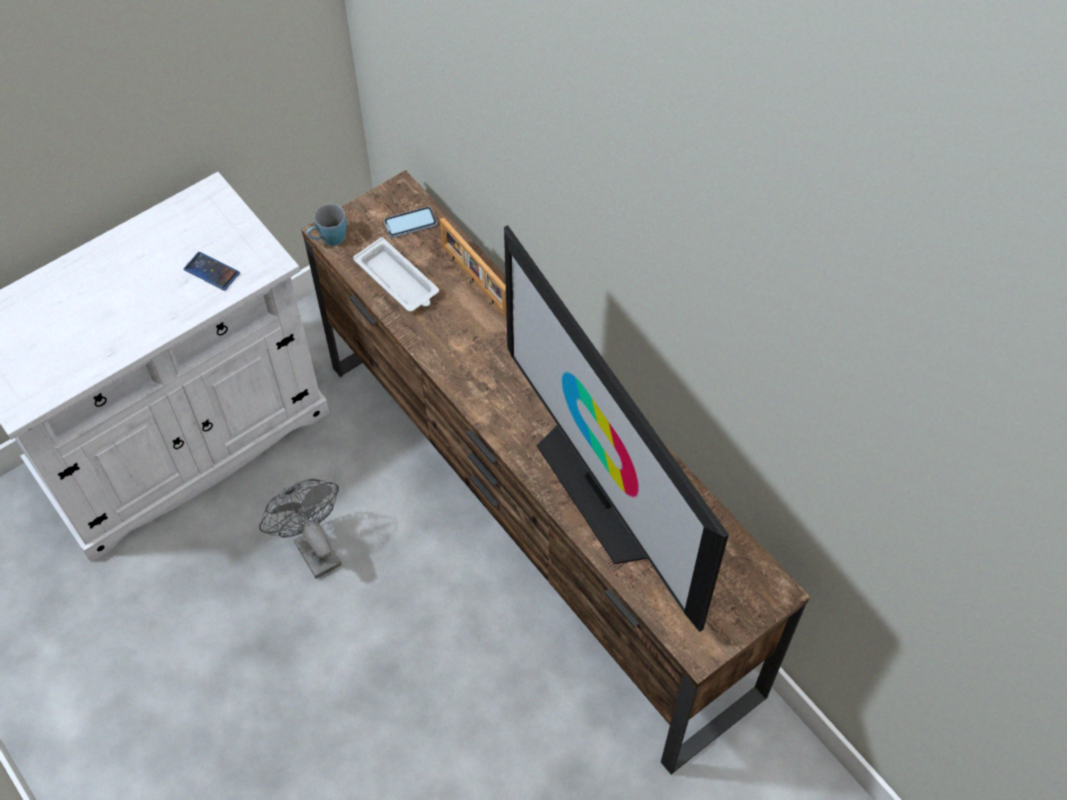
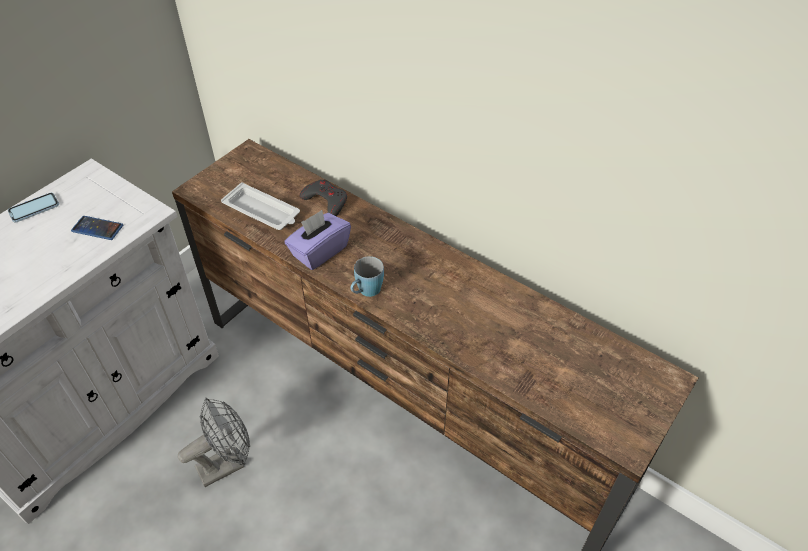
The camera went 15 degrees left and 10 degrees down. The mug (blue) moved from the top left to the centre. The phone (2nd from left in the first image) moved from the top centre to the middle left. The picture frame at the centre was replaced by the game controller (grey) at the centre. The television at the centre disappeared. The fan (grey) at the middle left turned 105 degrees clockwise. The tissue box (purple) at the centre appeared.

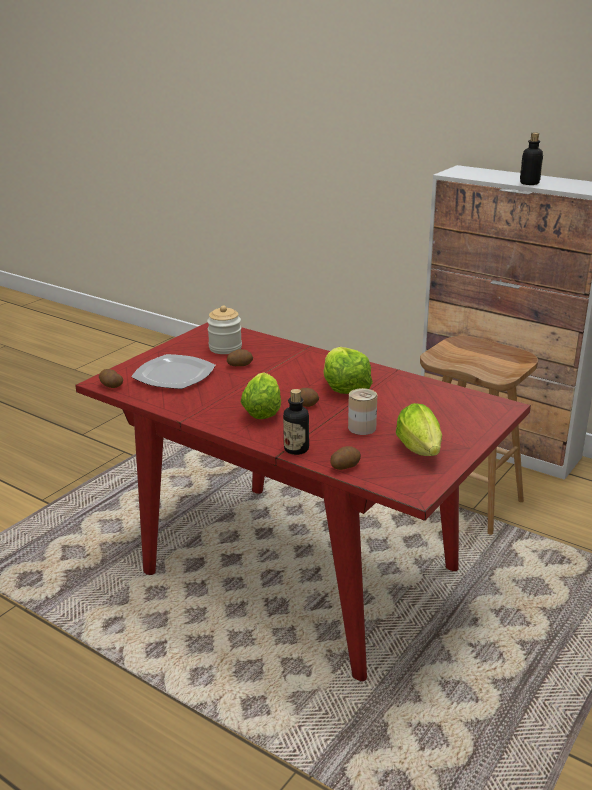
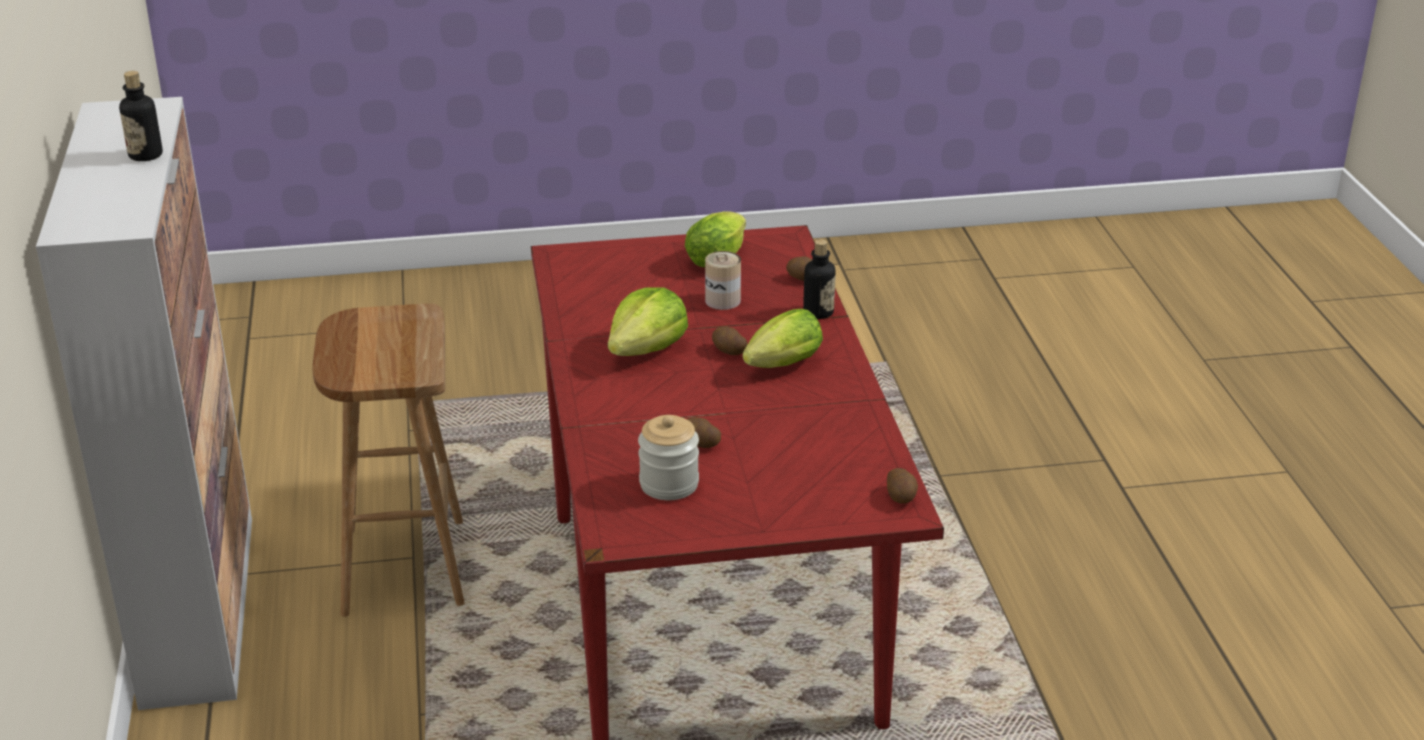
The camera went 135 degrees left and 5 degrees up. The plate at the middle left disappeared.

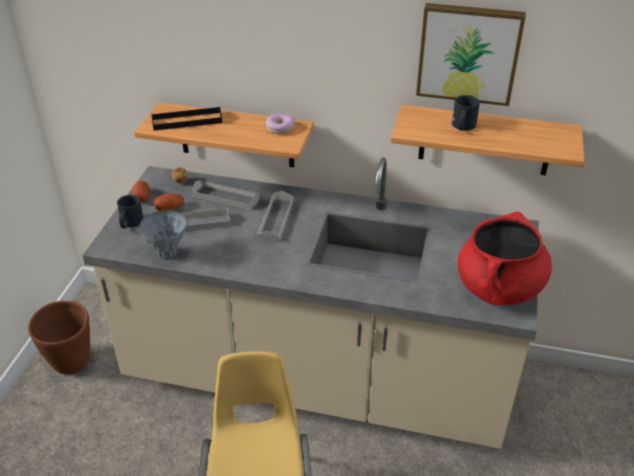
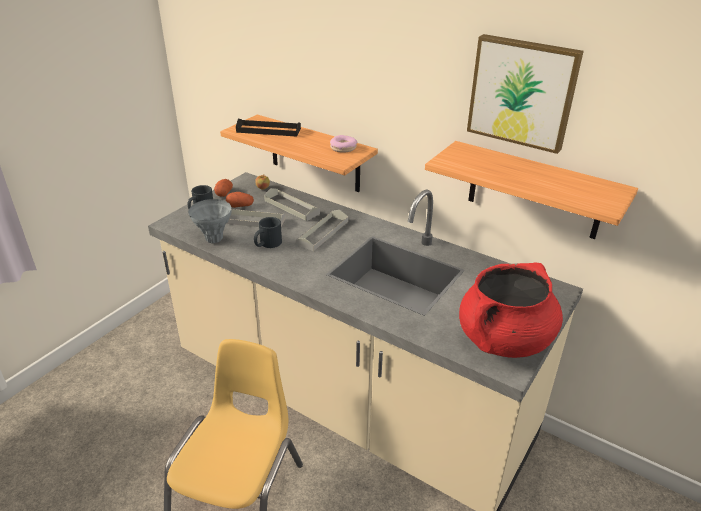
The camera went 20 degrees right and 5 degrees down. The mug (black) (2nd from left) moved from the top right to the centre. The planter (brown) at the bottom left disappeared.

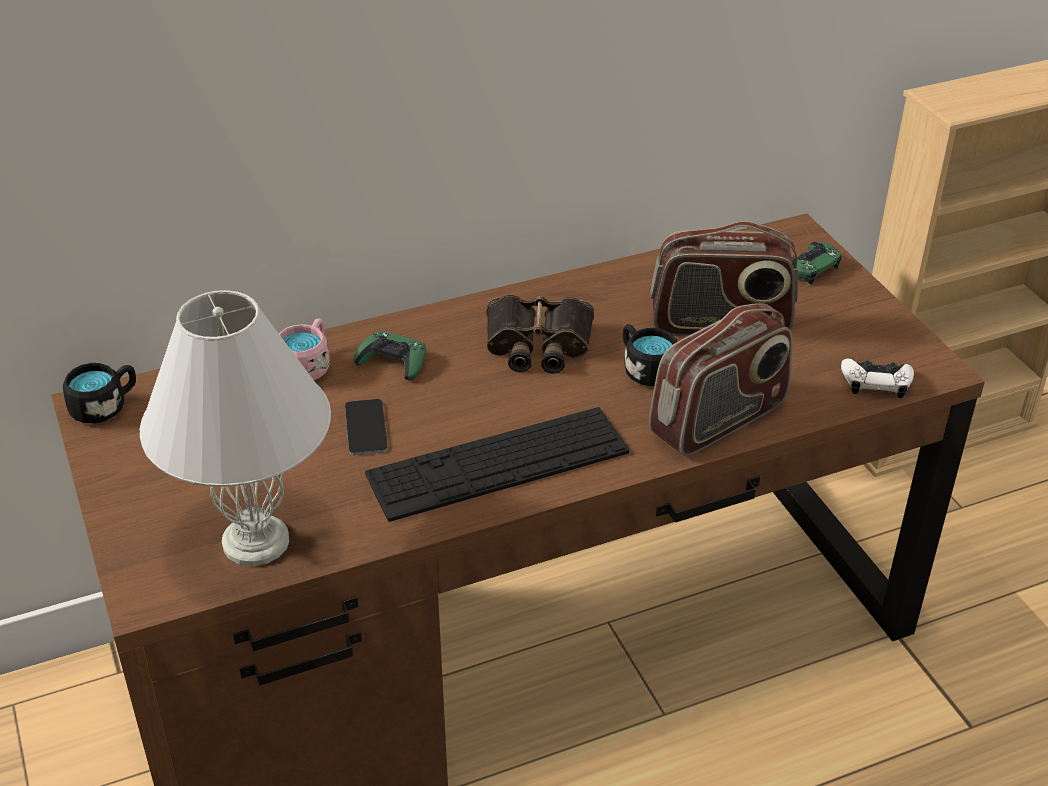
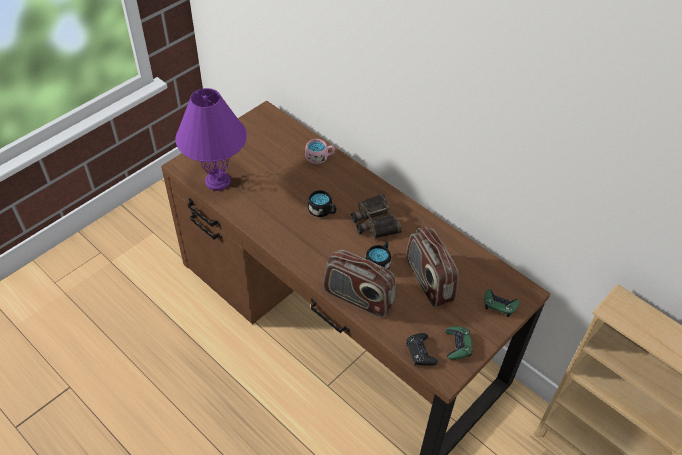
The camera went 65 degrees right and 10 degrees up. The table lamp (white) at the middle left became the table lamp (purple) at the top left. The game controller (green) (1st from left) moved from the centre to the bottom right. The game controller (white) at the middle right became the game controller (black) at the bottom centre. The mug (black) (1st from left) moved from the middle left to the centre. The phone at the centre disappeared. The keyboard at the centre disappeared.

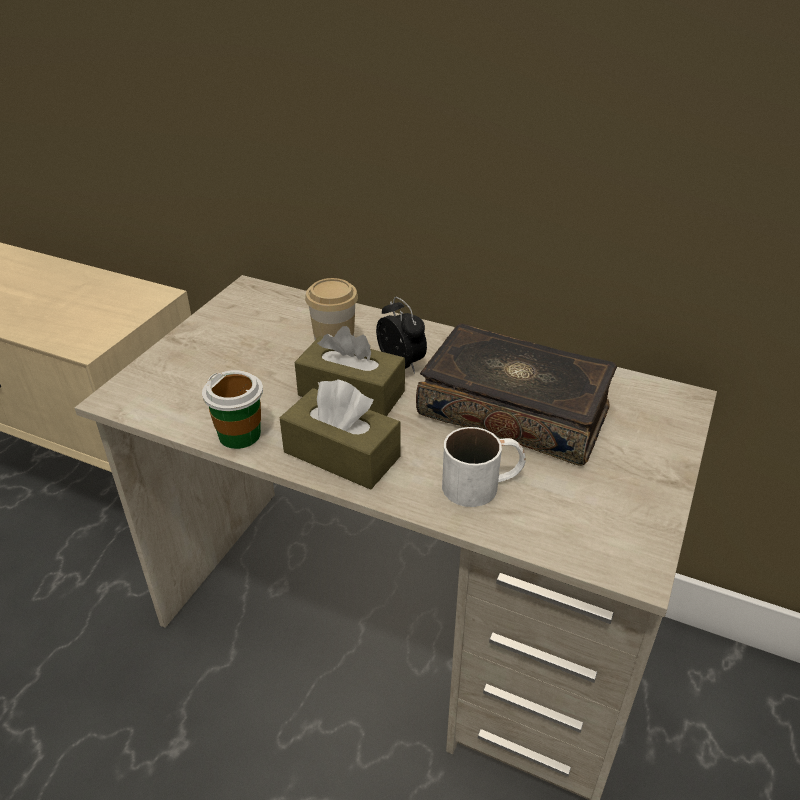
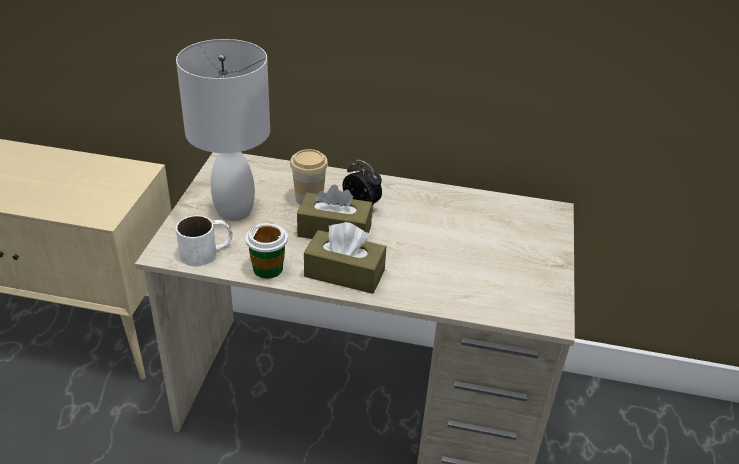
The camera went 15 degrees left and 0 degrees up. The book at the centre disappeared. The mug (white) moved from the centre to the middle left. The table lamp (white) at the top left appeared.

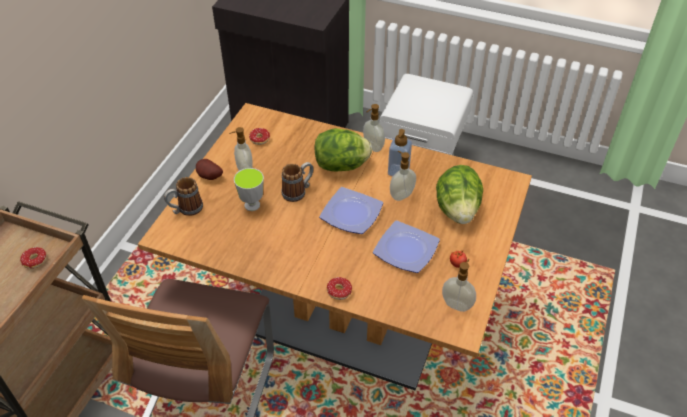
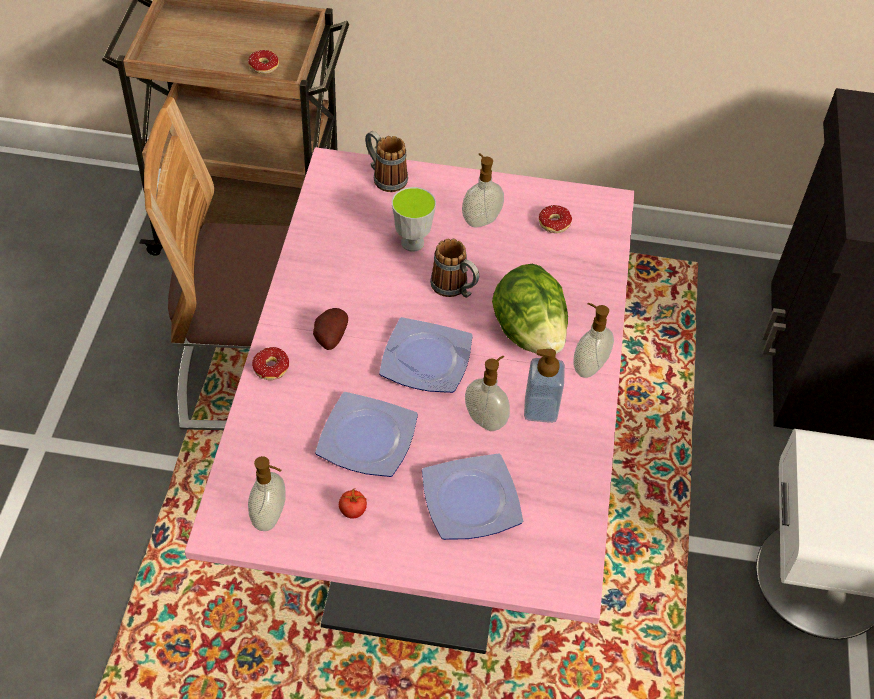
The camera went 75 degrees right and 5 degrees up. The dining table (brown) at the centre became the dining table (pink) at the centre. The potato moved from the middle left to the centre. The lettuce (2nd from left) at the middle right was replaced by the plate (3rd from left) at the bottom centre.

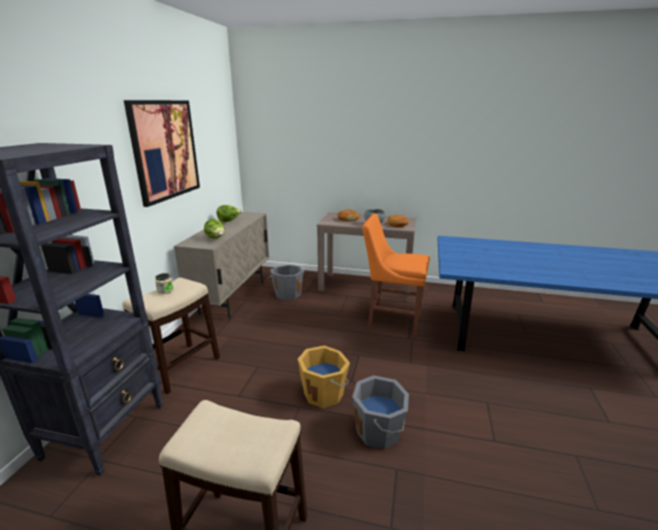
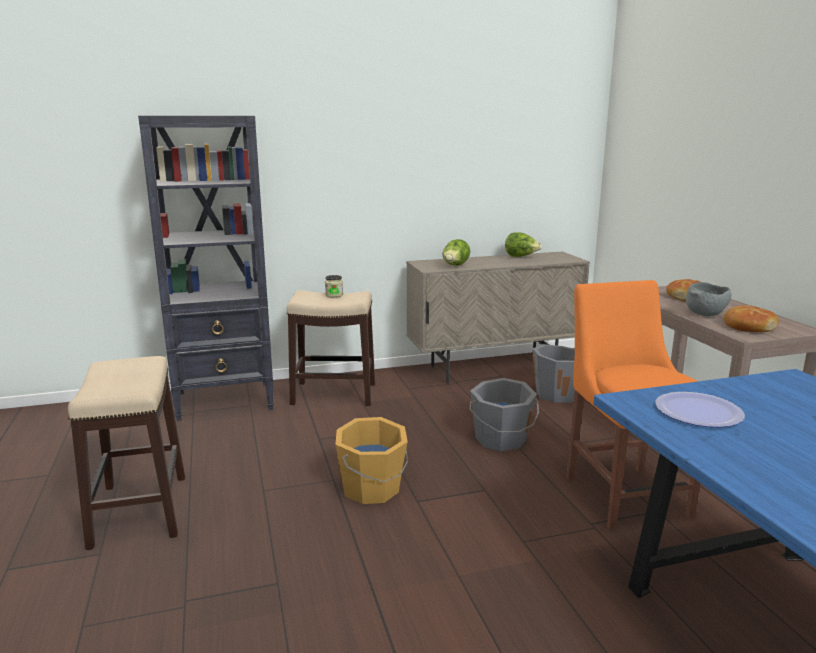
The camera went 60 degrees right and 5 degrees down. The picture at the top left disappeared. The bucket (grey) (2nd from left in the first image) moved from the bottom centre to the centre. The plate at the middle right appeared.

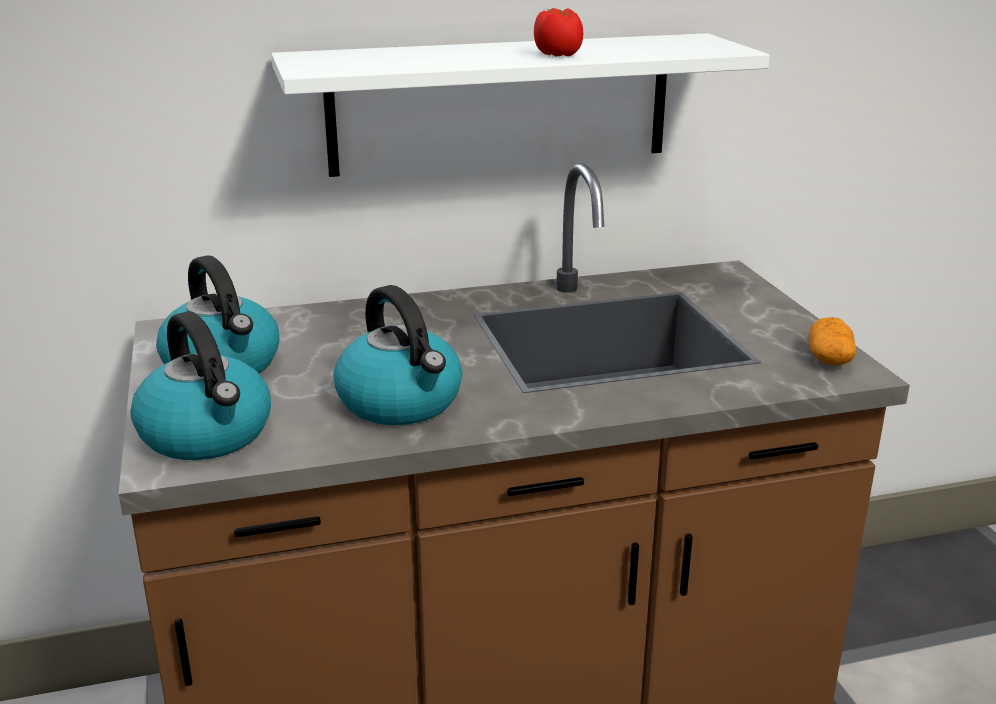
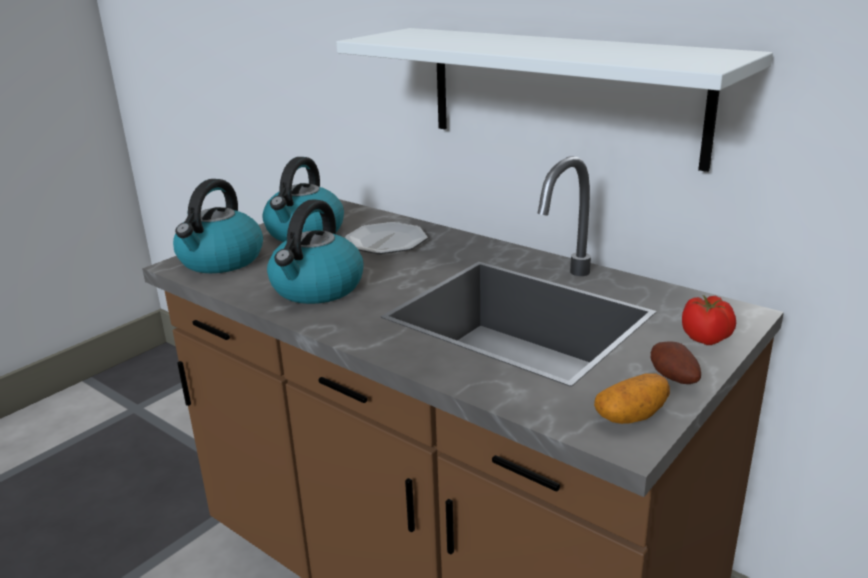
The camera went 55 degrees right and 0 degrees up. The tomato moved from the top centre to the middle right. The plate at the centre appeared. The potato (2nd from left) at the middle right appeared.

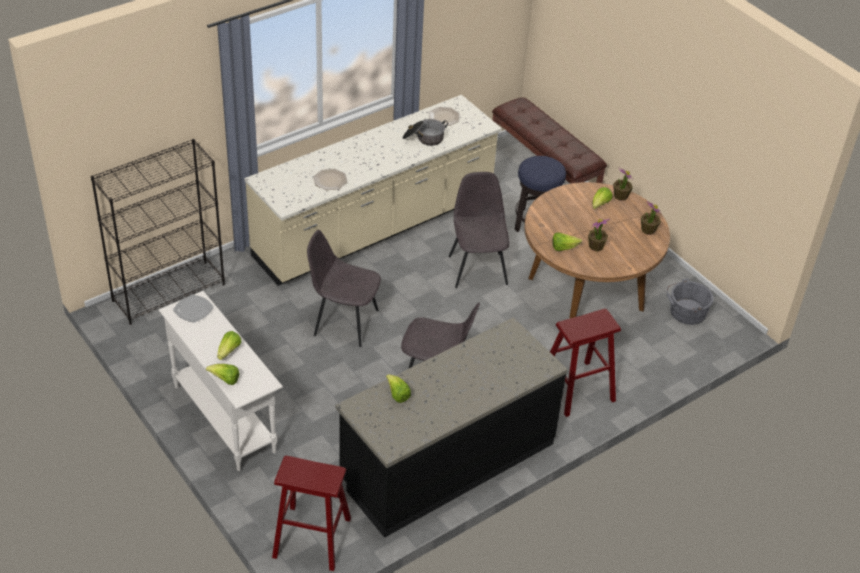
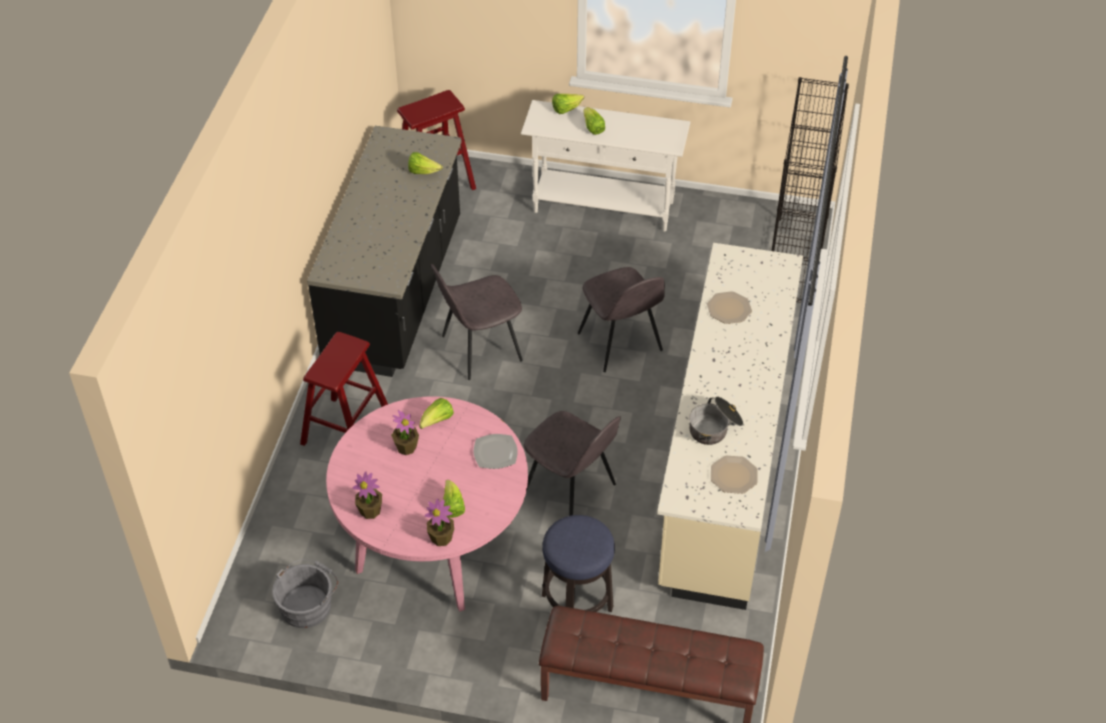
The camera went 140 degrees right and 5 degrees up. The dining table (brown) at the middle right became the dining table (pink) at the bottom centre. The chair (grey) (1st from left in the first image) at the centre turned 90 degrees clockwise. The plate (1st from left) moved from the middle left to the centre.

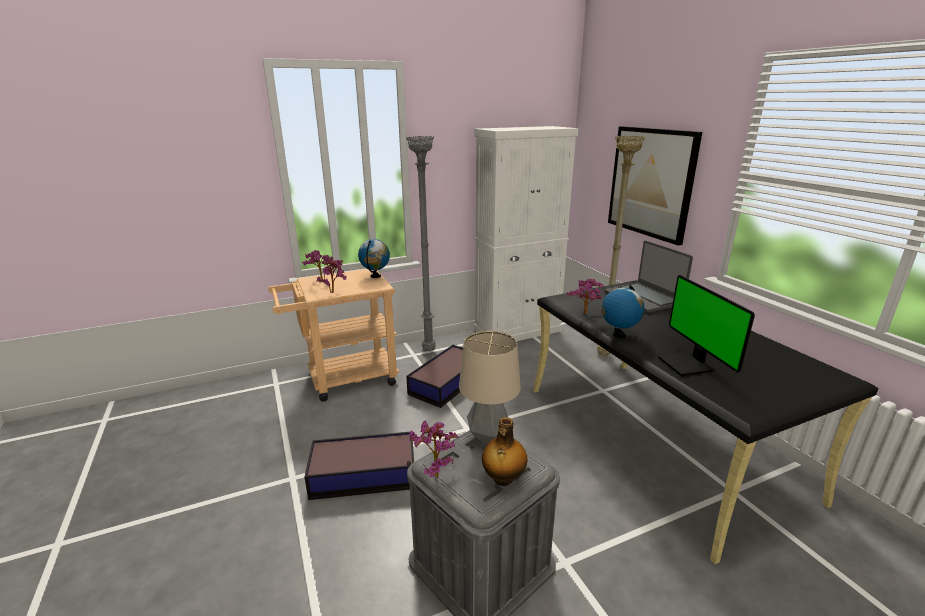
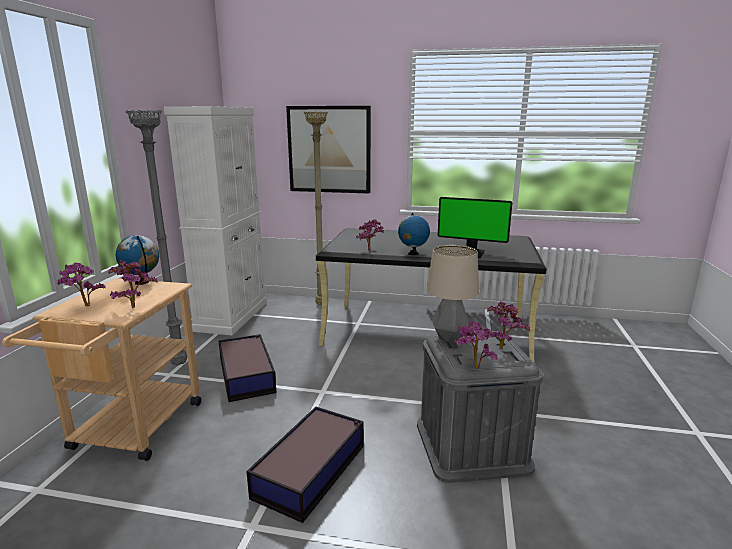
The camera went 55 degrees left and 5 degrees down. The laptop at the middle right disappeared. The bottle at the bottom centre was replaced by the potted plant (5th from left) at the middle right.

